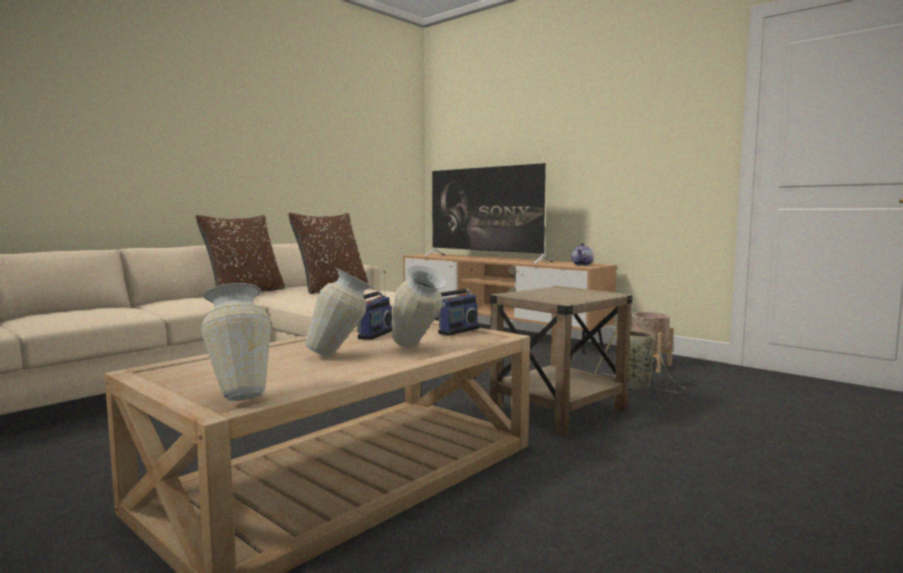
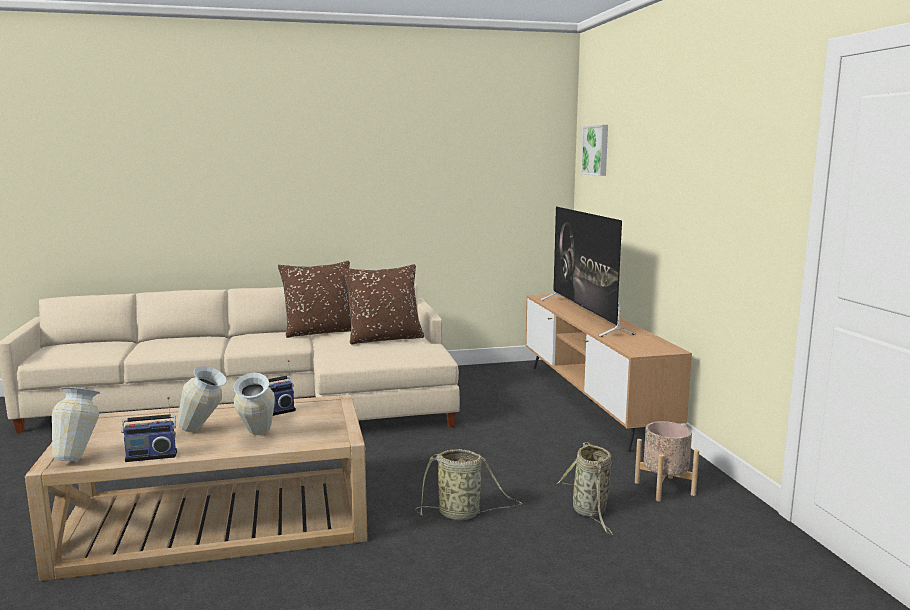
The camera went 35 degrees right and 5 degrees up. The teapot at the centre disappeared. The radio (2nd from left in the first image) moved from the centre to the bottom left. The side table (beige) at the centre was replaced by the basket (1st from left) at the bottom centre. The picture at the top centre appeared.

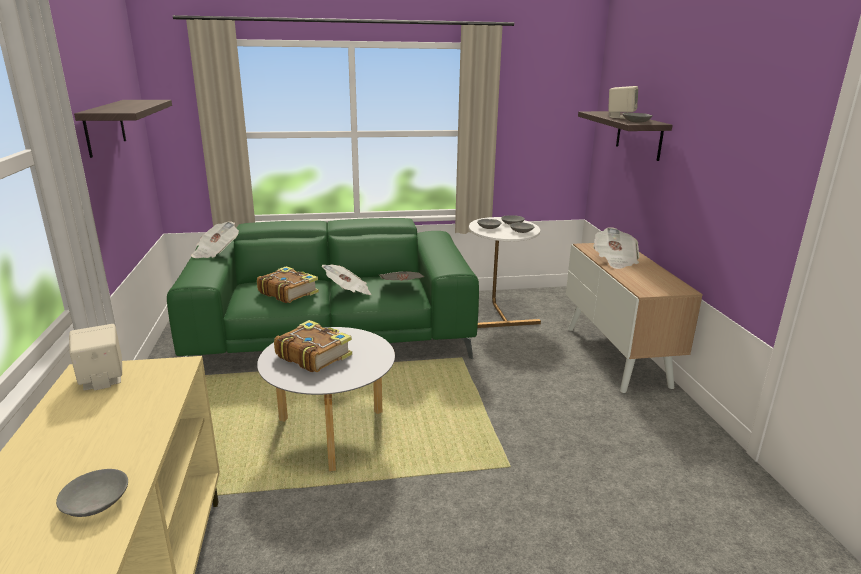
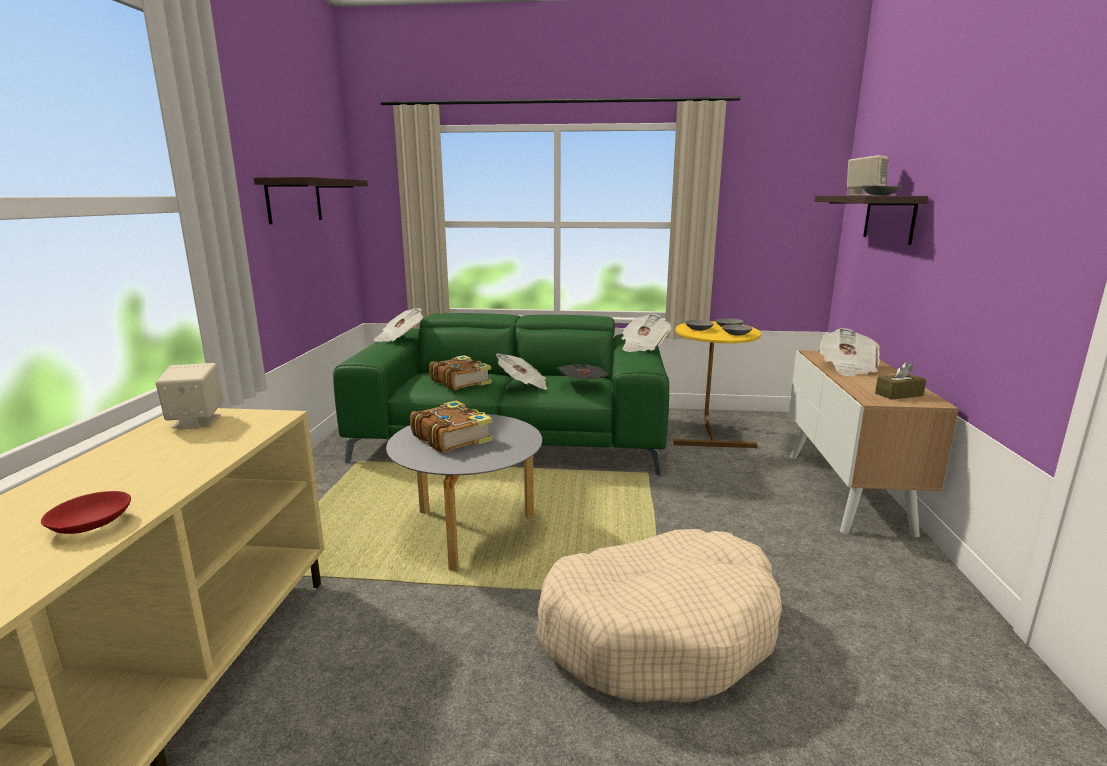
The camera went 15 degrees right and 5 degrees down. The side table (white) at the centre became the side table (yellow) at the centre. The bowl (grey) (1st from left) at the bottom left became the bowl (red) at the bottom left. The newspaper (4th from left) at the centre appeared. The tissue box (brown) at the middle right appeared. The dog bed (beige) at the bottom centre appeared.

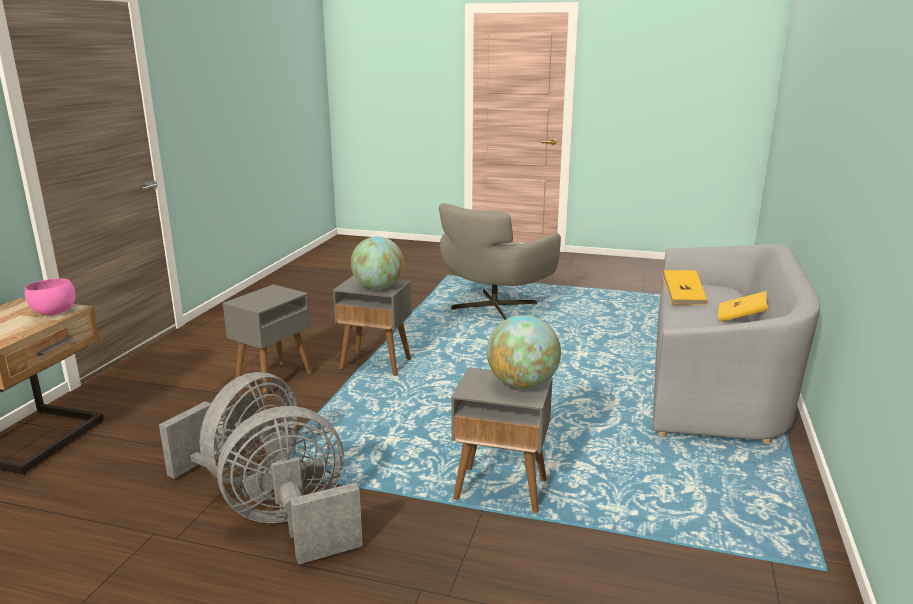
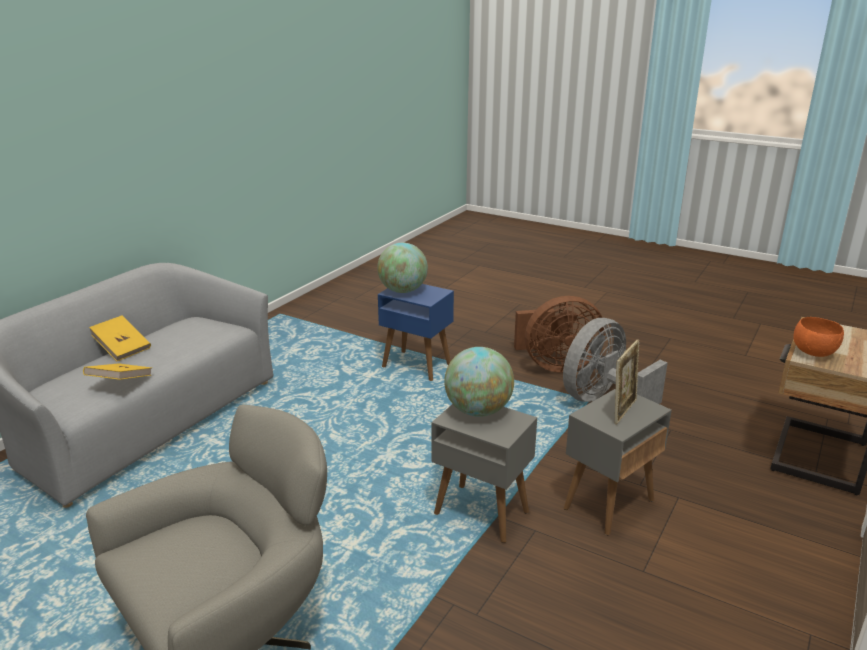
The camera went 165 degrees left and 5 degrees up. The bowl (pink) at the middle left became the bowl (orange) at the middle right. The side table (grey) (3rd from left) at the bottom centre became the side table (blue) at the centre. The fan (grey) (2nd from left) at the bottom left became the fan (brown) at the centre. The picture frame at the middle right appeared.

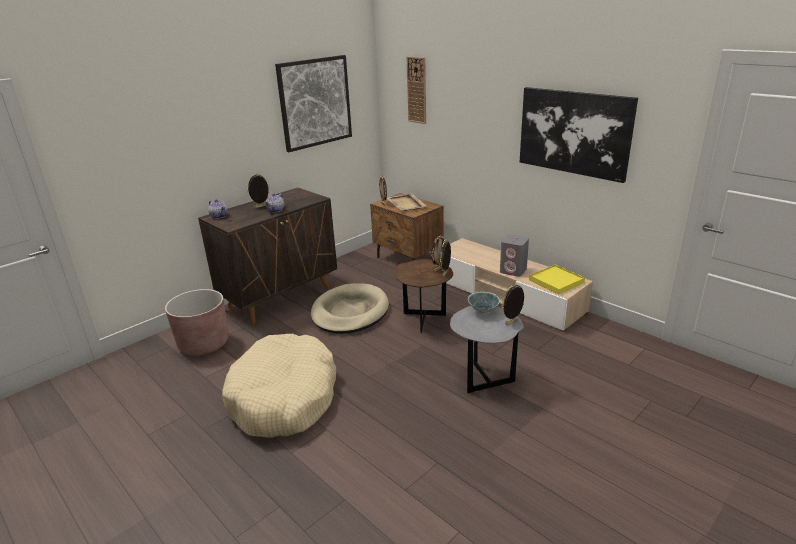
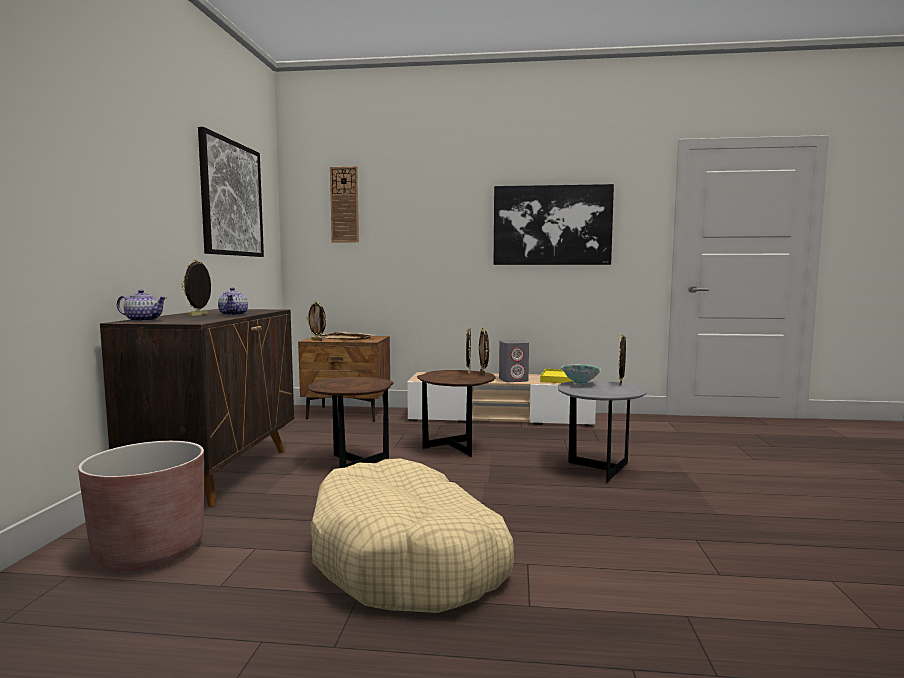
The camera went 40 degrees left and 20 degrees down. The dog bed (beige) (2nd from left) at the centre was replaced by the side table (brown) (1st from left) at the centre.

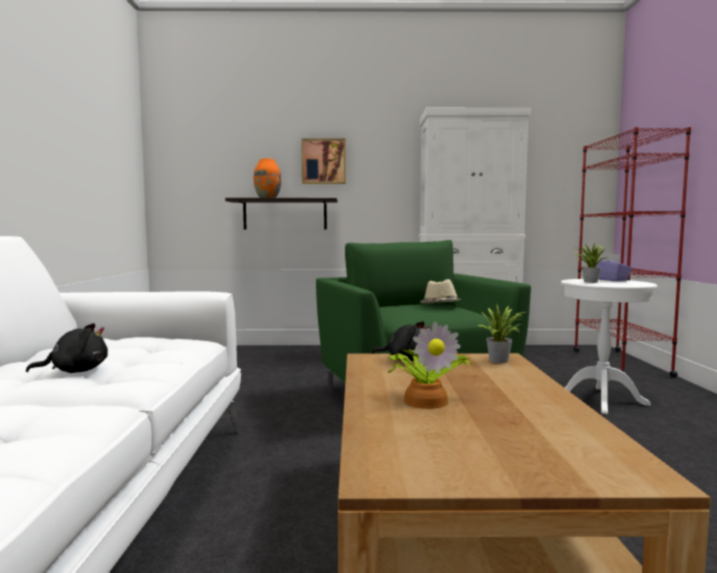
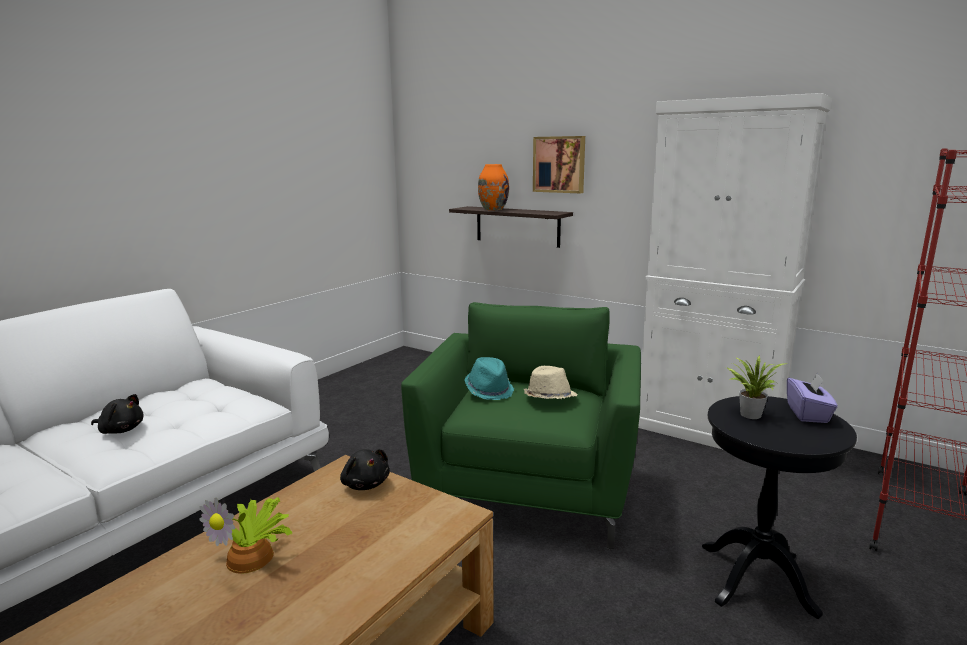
The camera went 35 degrees right and 10 degrees up. The side table (white) at the middle right became the side table (black) at the bottom right. The potted plant (2nd from left) at the middle right disappeared. The hat (turquoise) at the centre appeared.

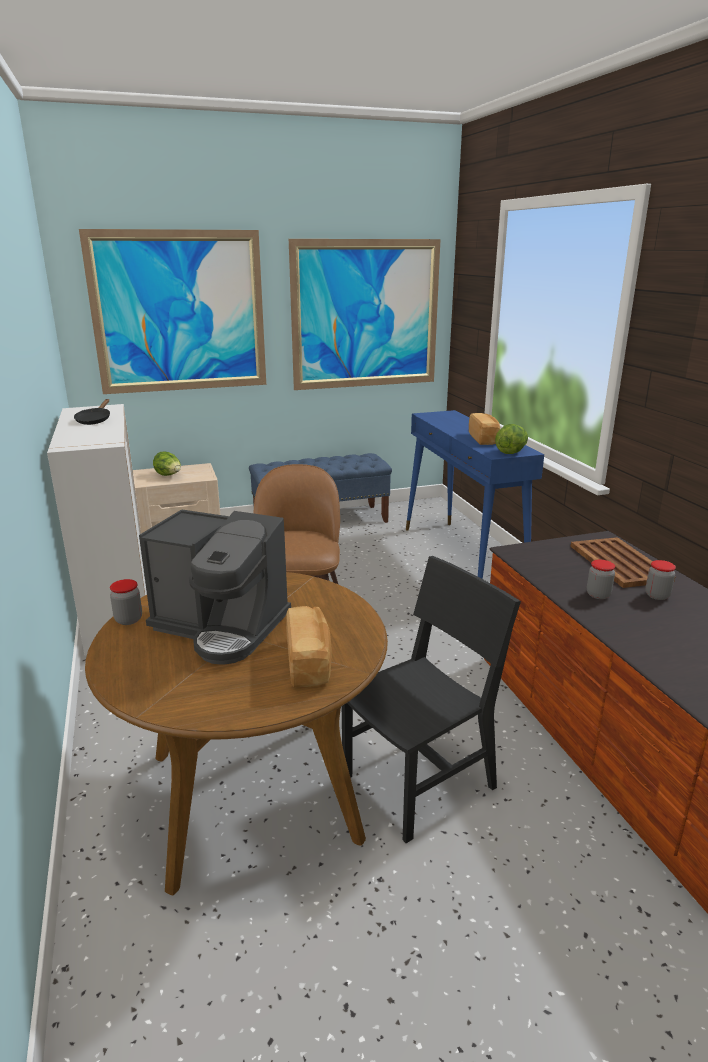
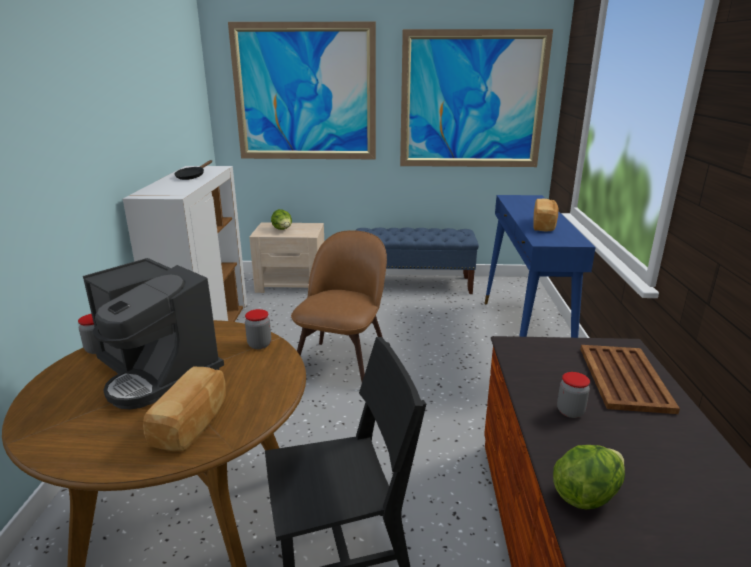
The camera went 20 degrees right and 0 degrees up. The lettuce (2nd from left) moved from the middle right to the bottom right. The jar (3rd from left in the first image) moved from the middle right to the centre.

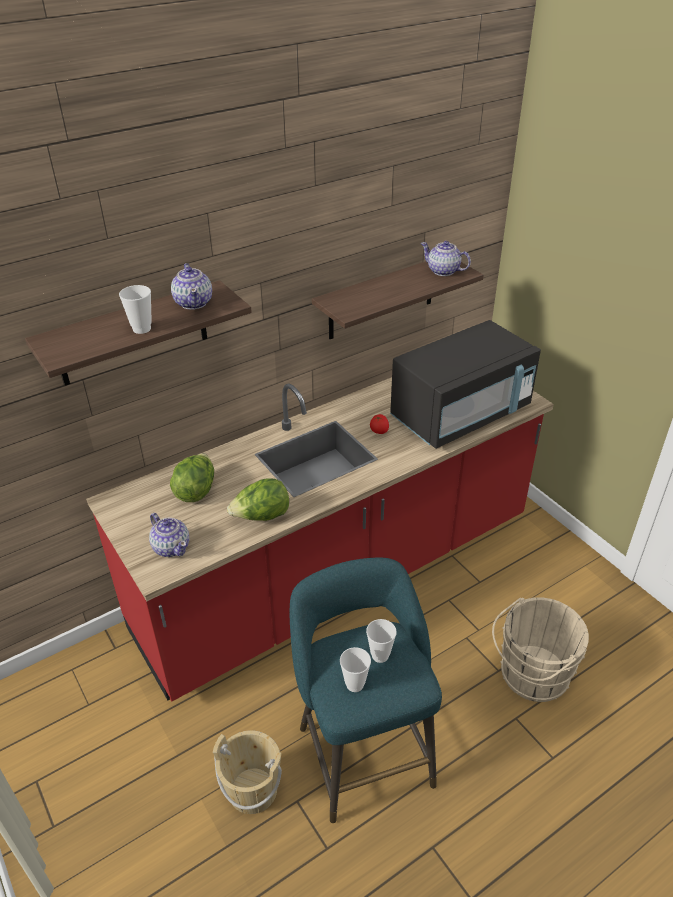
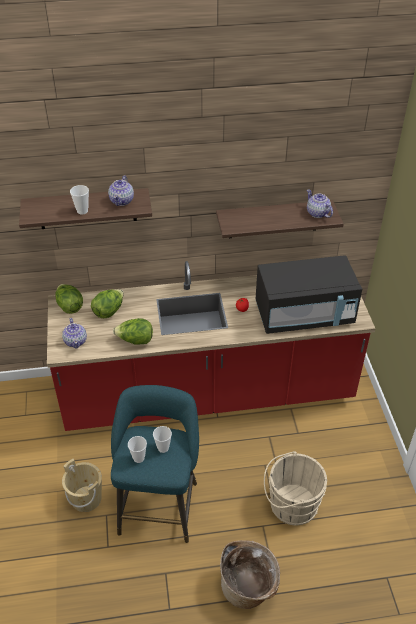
The camera went 25 degrees right and 5 degrees up. The lettuce (1st from left) at the middle left appeared. The basket at the bottom centre appeared.

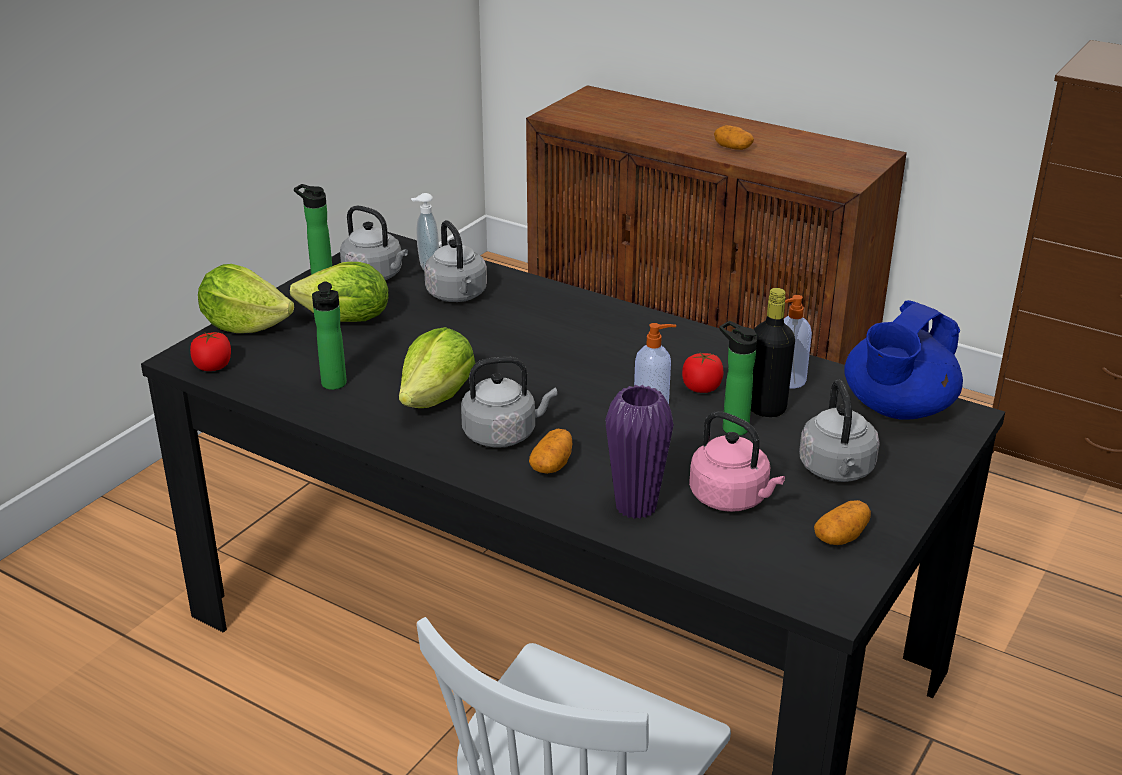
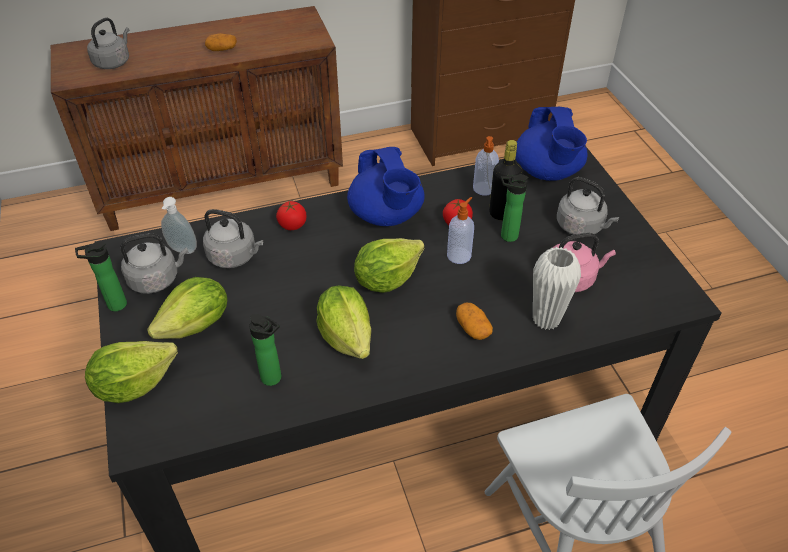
The camera went 50 degrees left and 15 degrees up. The tomato (1st from left) moved from the middle left to the centre. The kettle (grey) (3rd from left in the first image) moved from the centre to the top left. The vase (purple) at the centre became the vase (white) at the middle right. The potato (3rd from left) at the bottom right disappeared. The teapot (blue) (1st from left) at the centre appeared. The lettuce (4th from left) at the centre appeared.

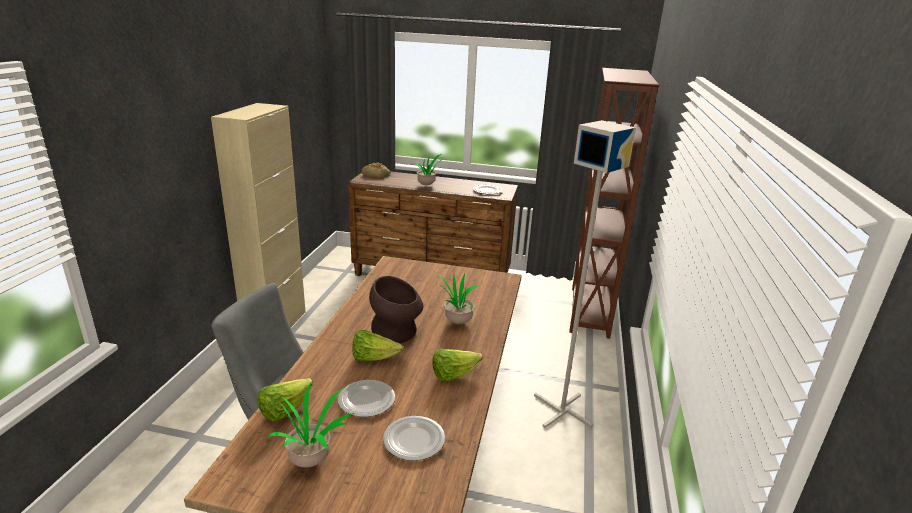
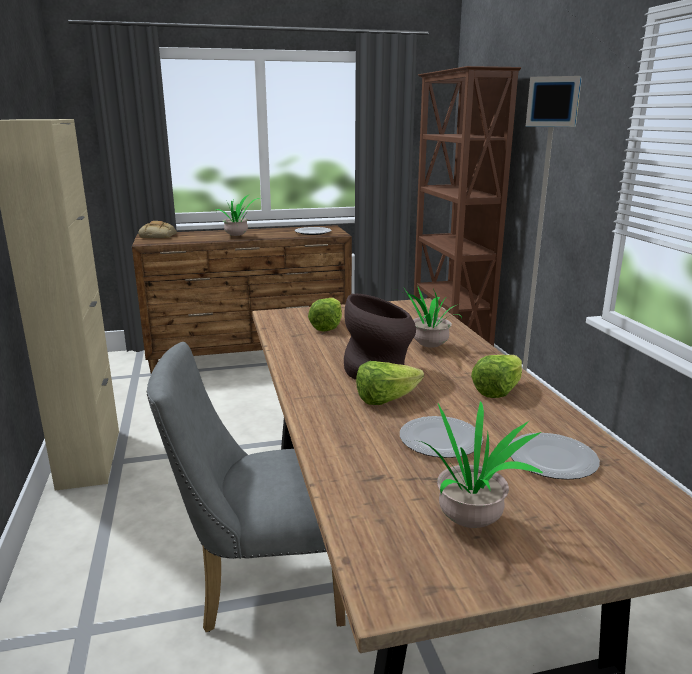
The camera went 25 degrees left and 5 degrees down. The lettuce (1st from left) moved from the bottom left to the centre.

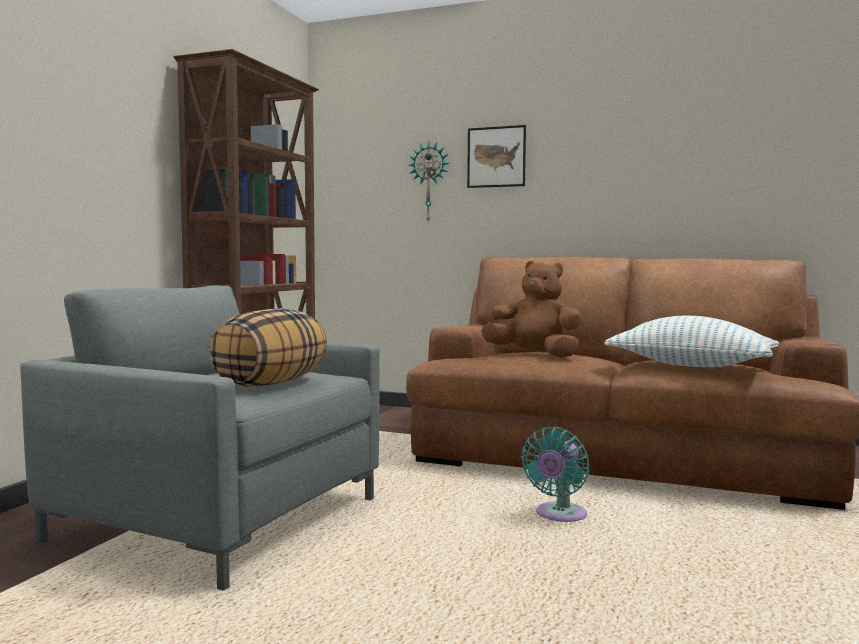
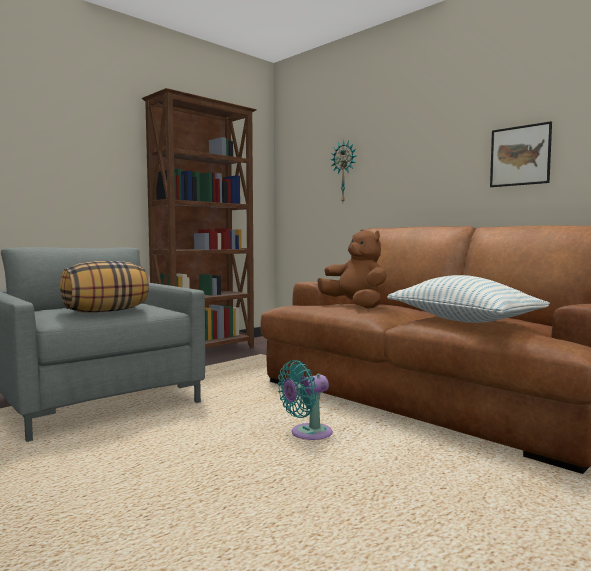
The camera went 25 degrees right and 0 degrees up. The picture moved from the top centre to the top right.

